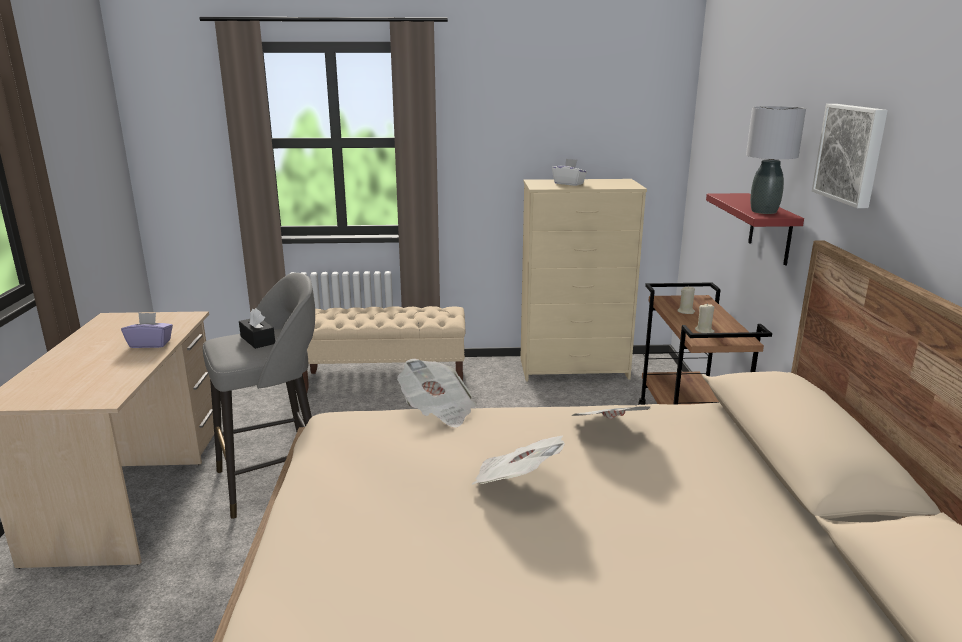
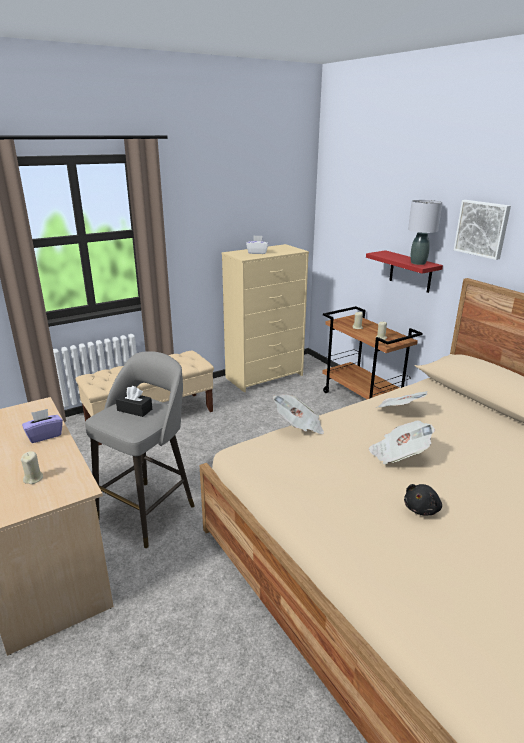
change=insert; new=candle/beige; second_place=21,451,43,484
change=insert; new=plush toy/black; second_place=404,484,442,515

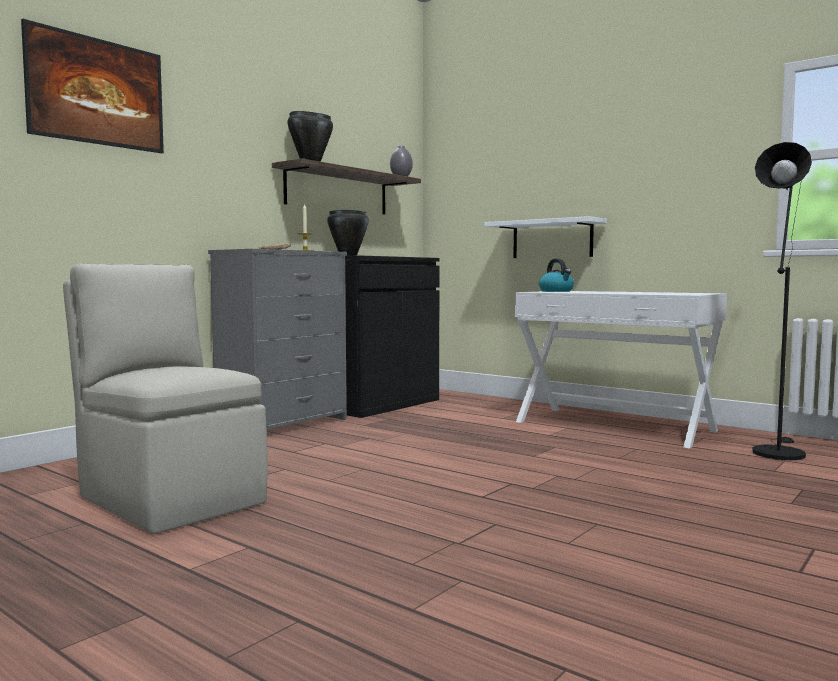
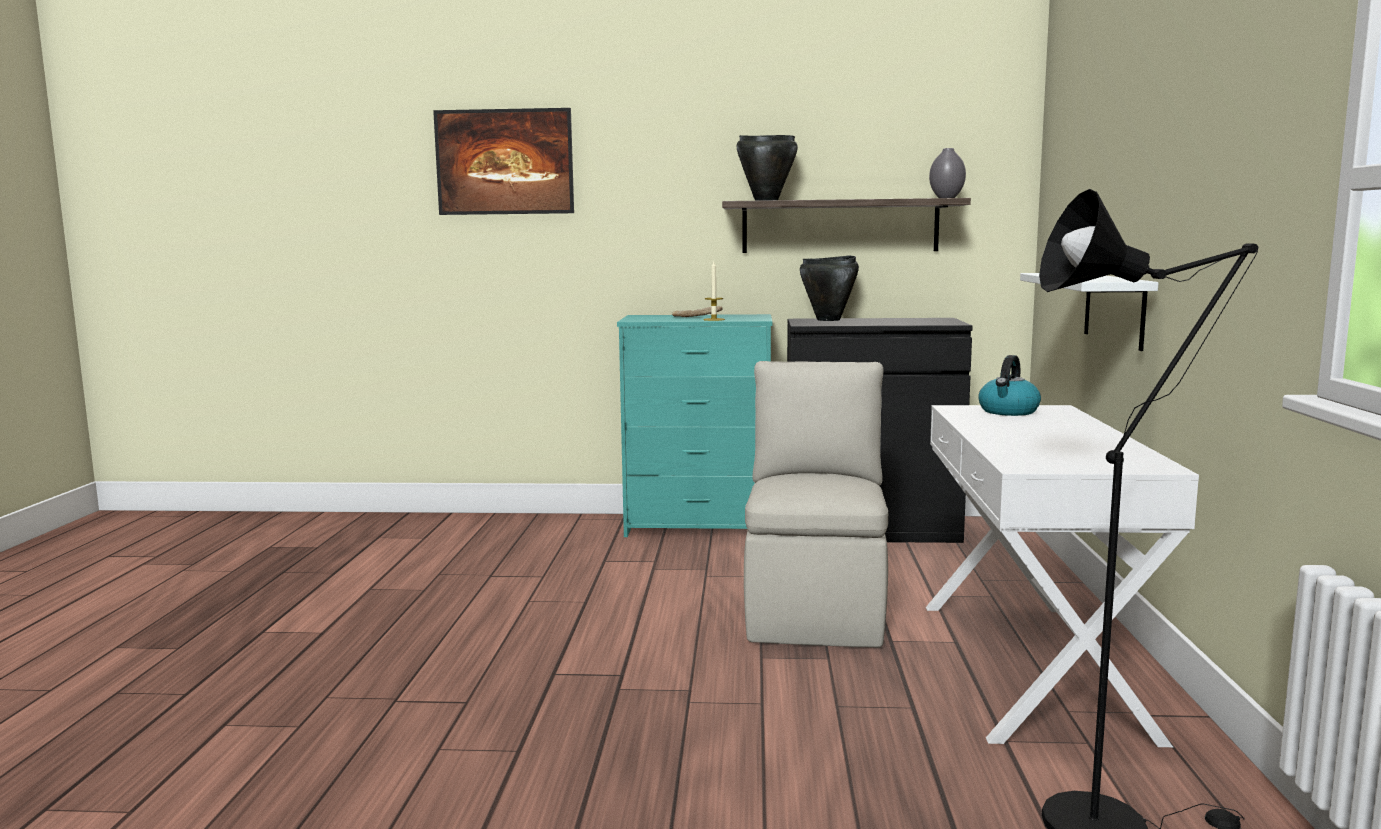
change=recolor; old=dresser/grey; new=dresser/turquoise; first_place=208,249,347,429; second_place=617,314,772,537
change=move; old=chair/beige; first_place=63,263,268,534; second_place=744,361,888,648

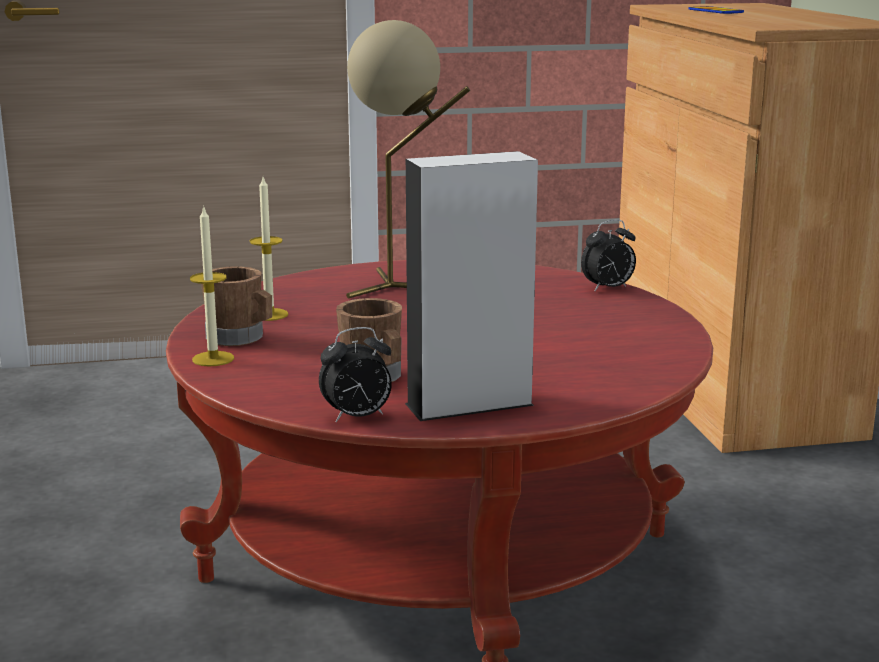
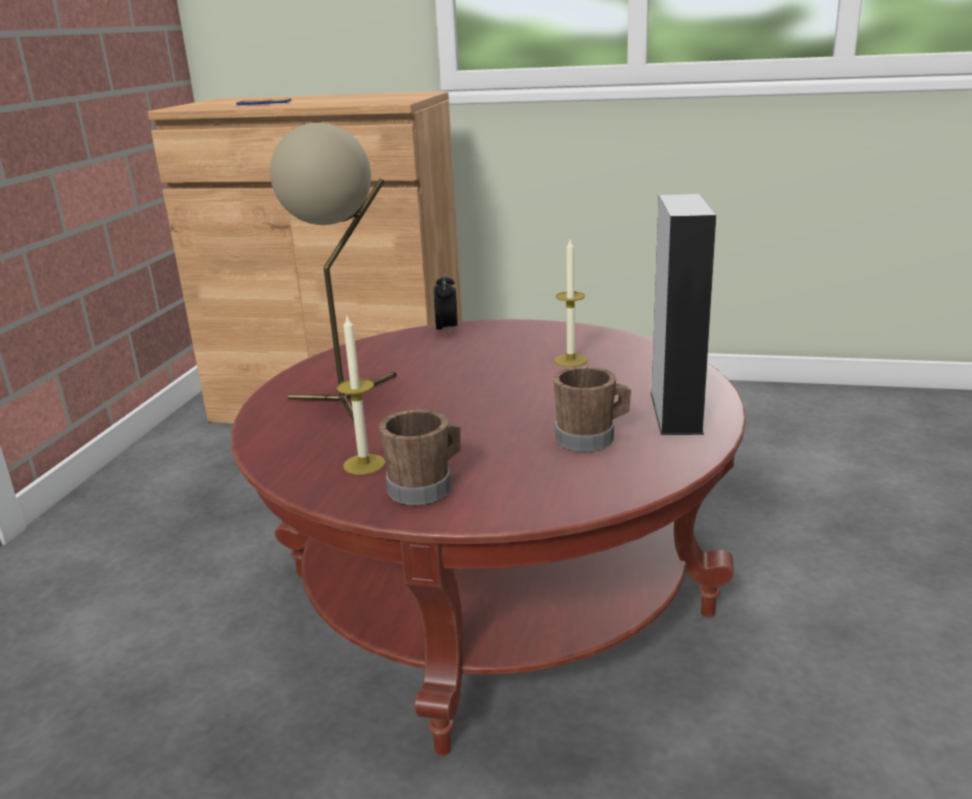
change=move; old=candle; first_place=190,205,234,366; second_place=554,240,587,367
change=delete; old=alarm clock; first_place=319,327,392,422

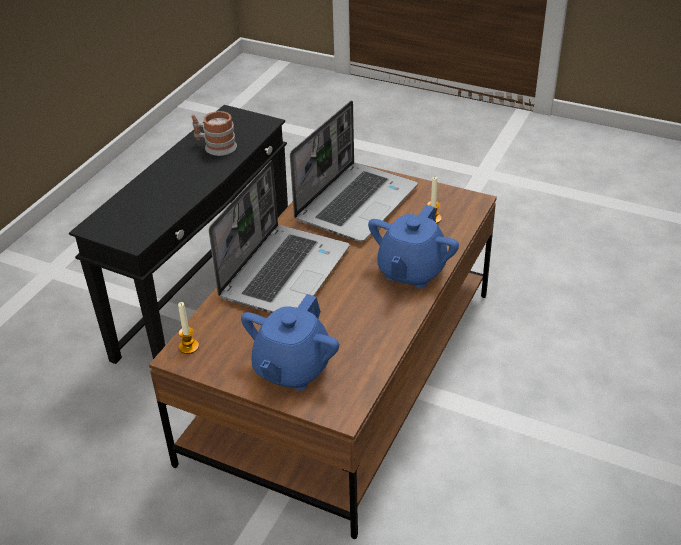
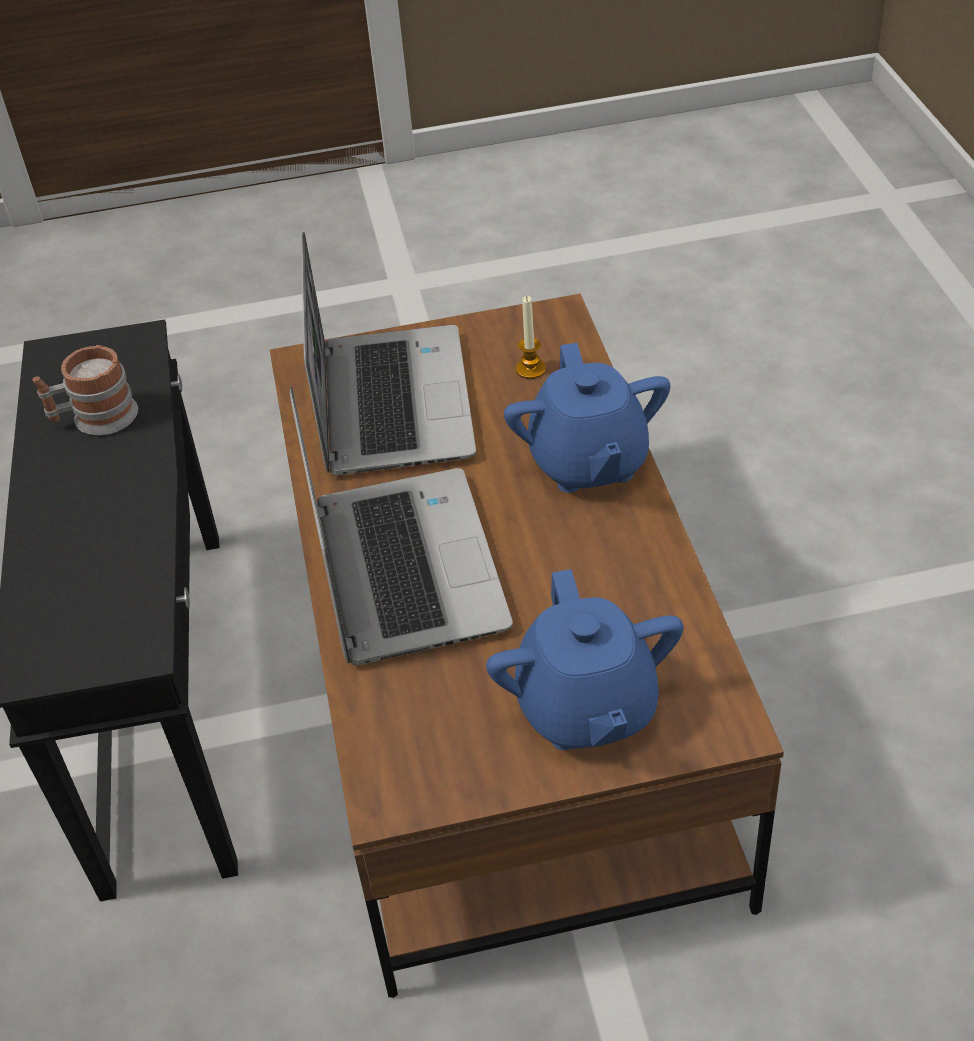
change=delete; old=candle; first_place=178,302,199,354

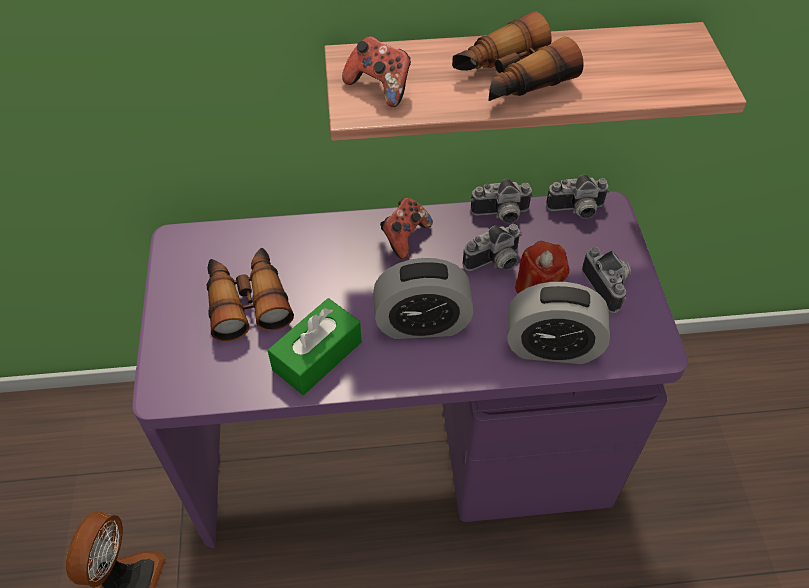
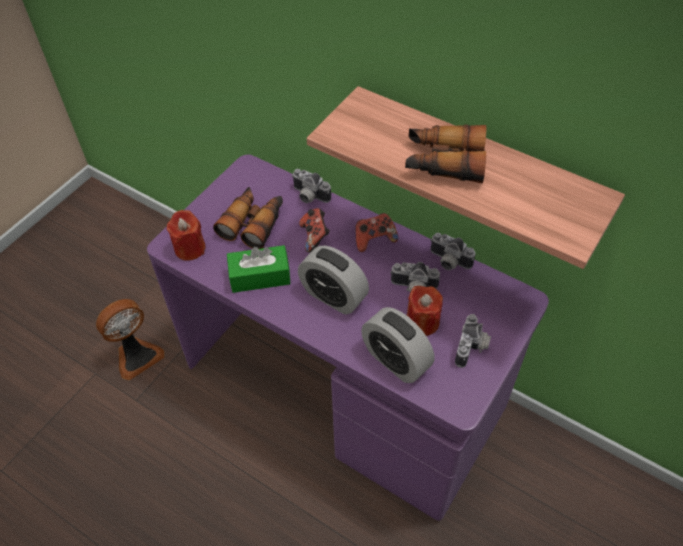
change=insert; new=candle/red; second_place=167,210,205,261
change=move; old=photo camera; first_place=546,174,610,219; second_place=292,169,331,203
change=move; old=game controller; first_place=342,36,411,107; second_place=299,208,330,253

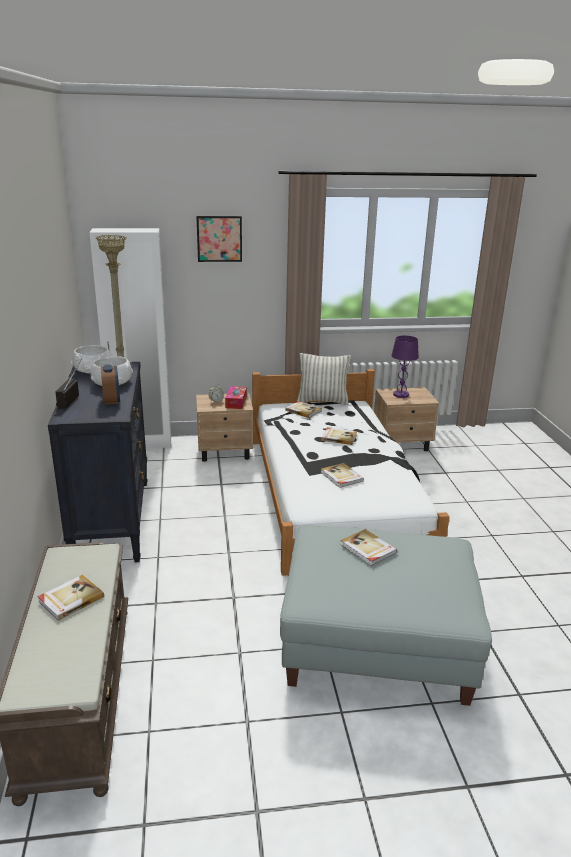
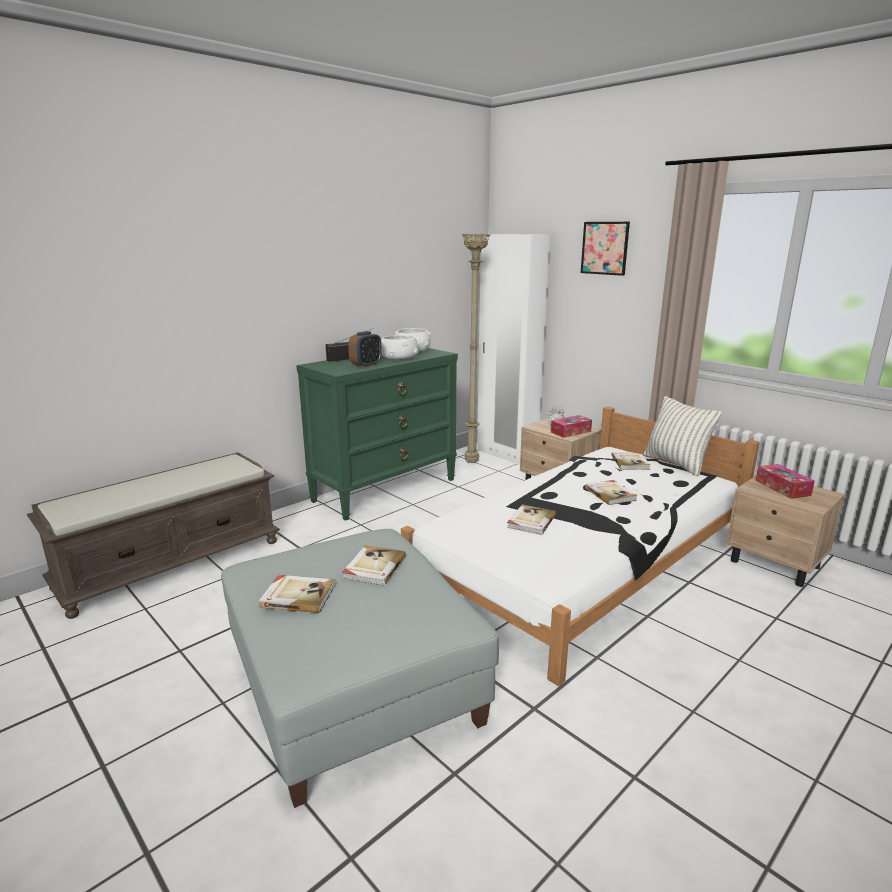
change=move; old=book; first_place=37,575,104,621; second_place=258,575,335,613
change=recolor; old=dresser/black; new=dresser/green; first_place=48,362,148,562; second_place=296,348,458,521
change=replace; old=table lamp/purple; new=tissue box; first_place=391,336,419,398; second_place=756,464,815,499

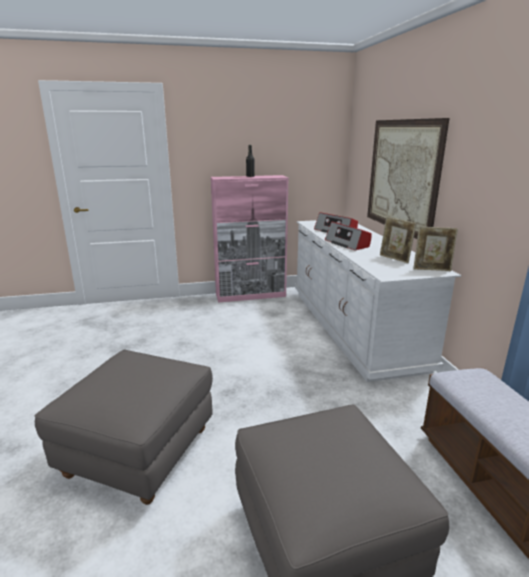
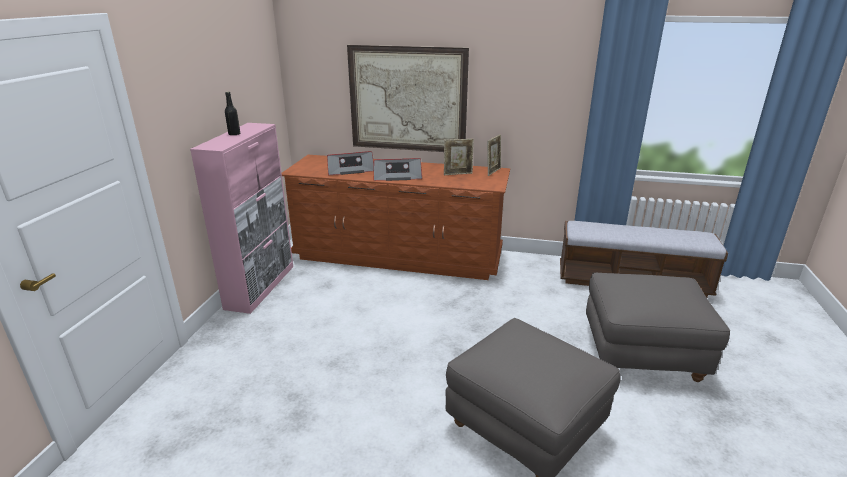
change=recolor; old=dresser/white; new=dresser/brown; first_place=295,220,461,382; second_place=282,155,510,280

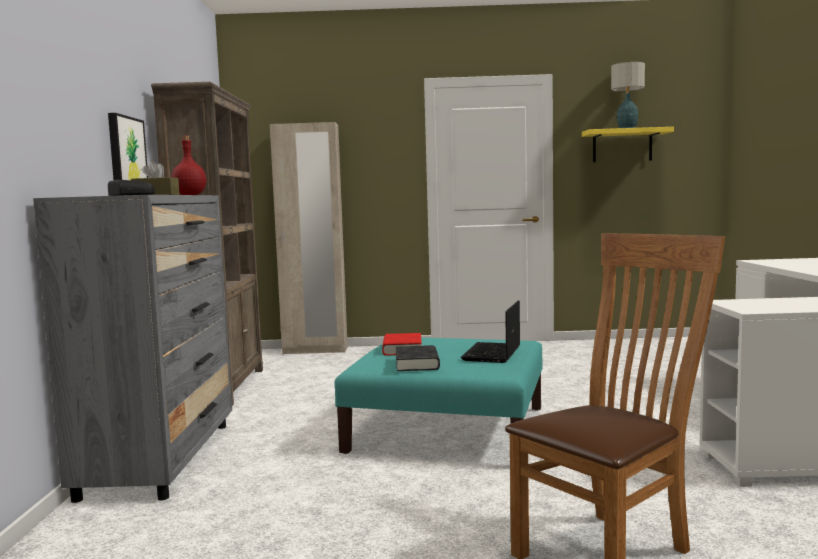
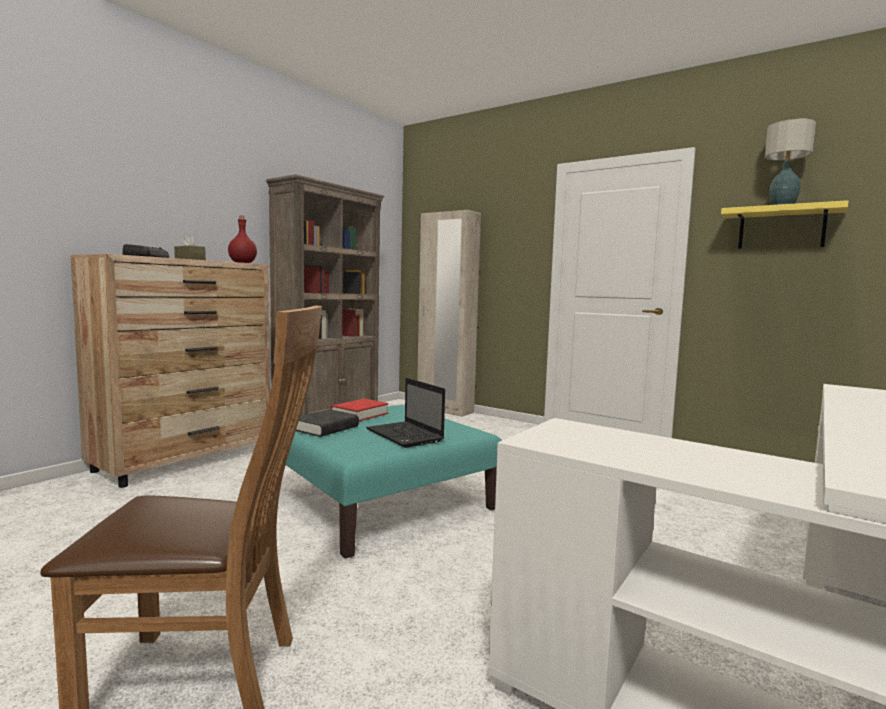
change=recolor; old=dresser/grey; new=dresser/brown; first_place=33,195,232,503; second_place=70,254,270,488
change=rotate; old=laptop; first_place=461,300,520,363; second_place=366,378,445,448; degrees=-90
change=delete; old=picture; first_place=108,113,148,180

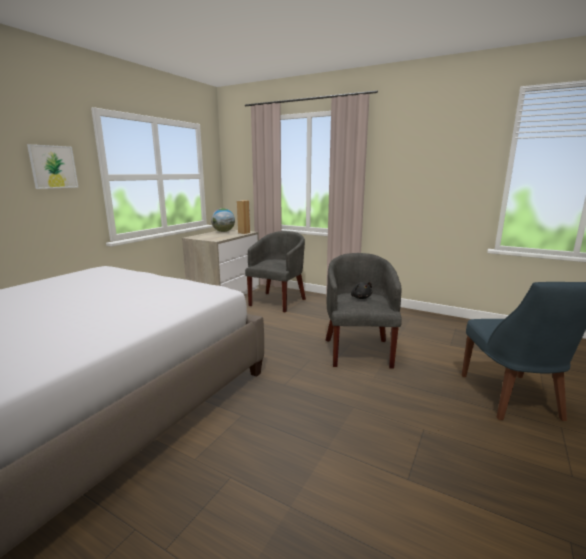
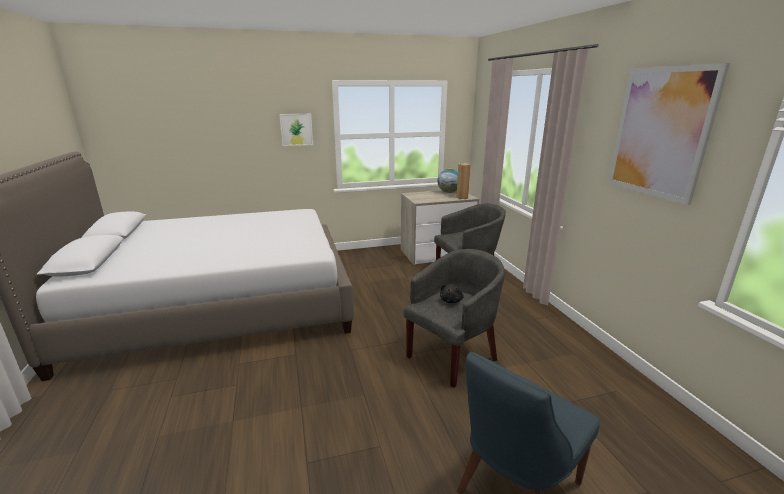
change=insert; new=picture; second_place=608,63,730,205

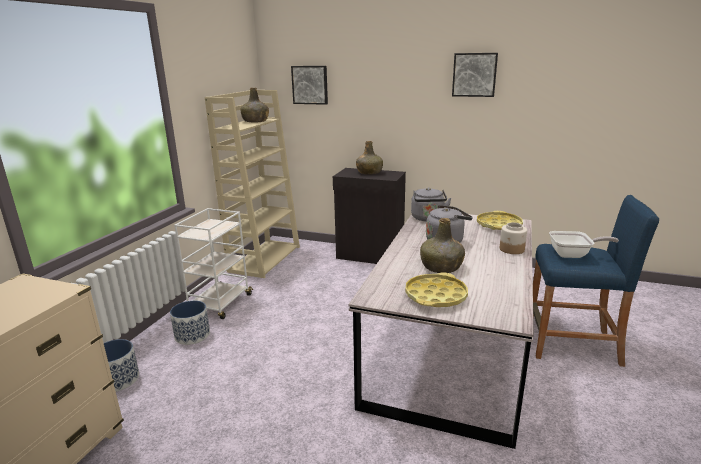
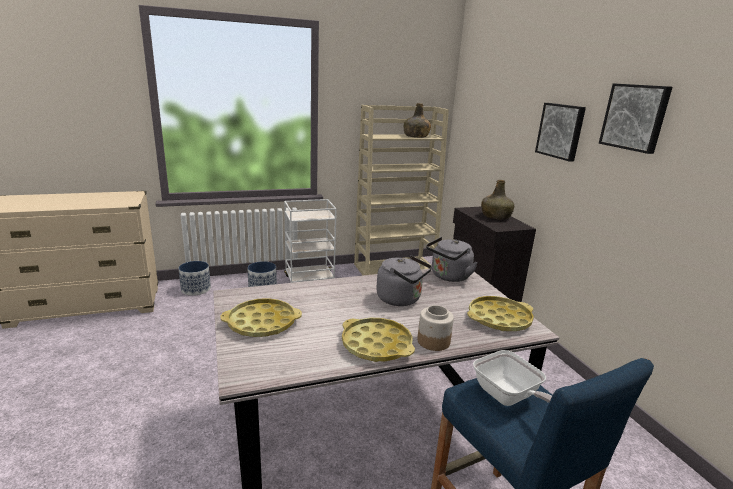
change=insert; new=tray/yellow; second_place=342,318,415,362
change=move; old=picture; first_place=291,66,328,105; second_place=535,103,586,161
change=delete; old=bottle/green; first_place=420,218,465,273

